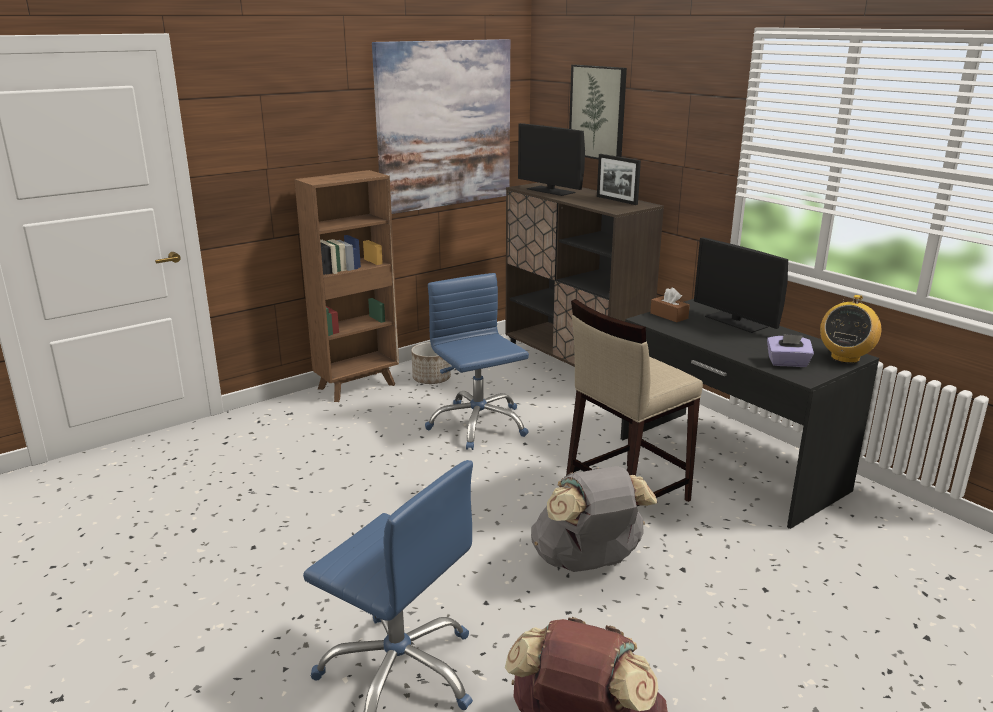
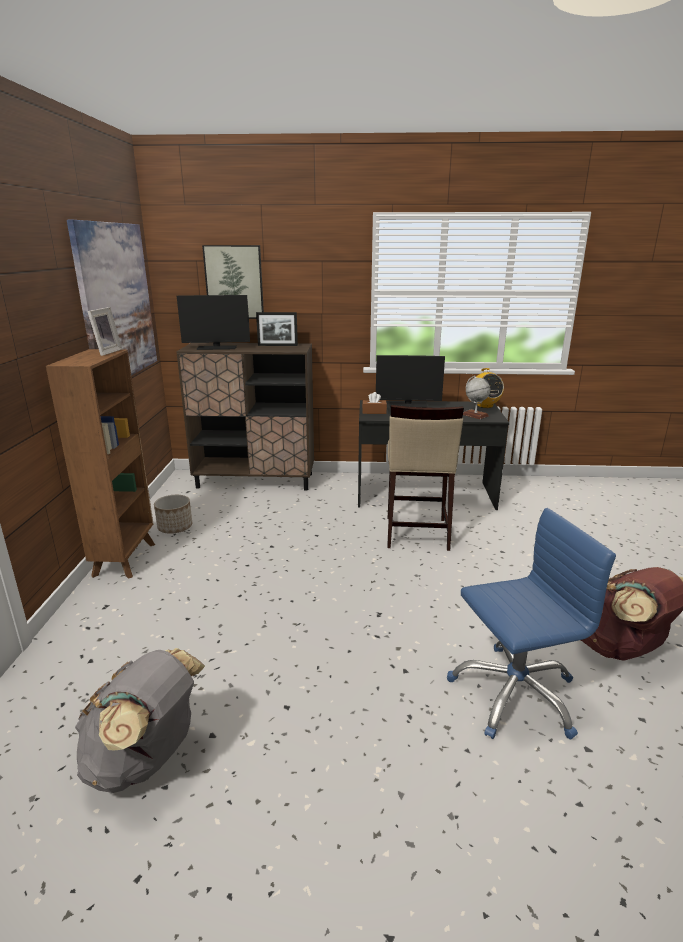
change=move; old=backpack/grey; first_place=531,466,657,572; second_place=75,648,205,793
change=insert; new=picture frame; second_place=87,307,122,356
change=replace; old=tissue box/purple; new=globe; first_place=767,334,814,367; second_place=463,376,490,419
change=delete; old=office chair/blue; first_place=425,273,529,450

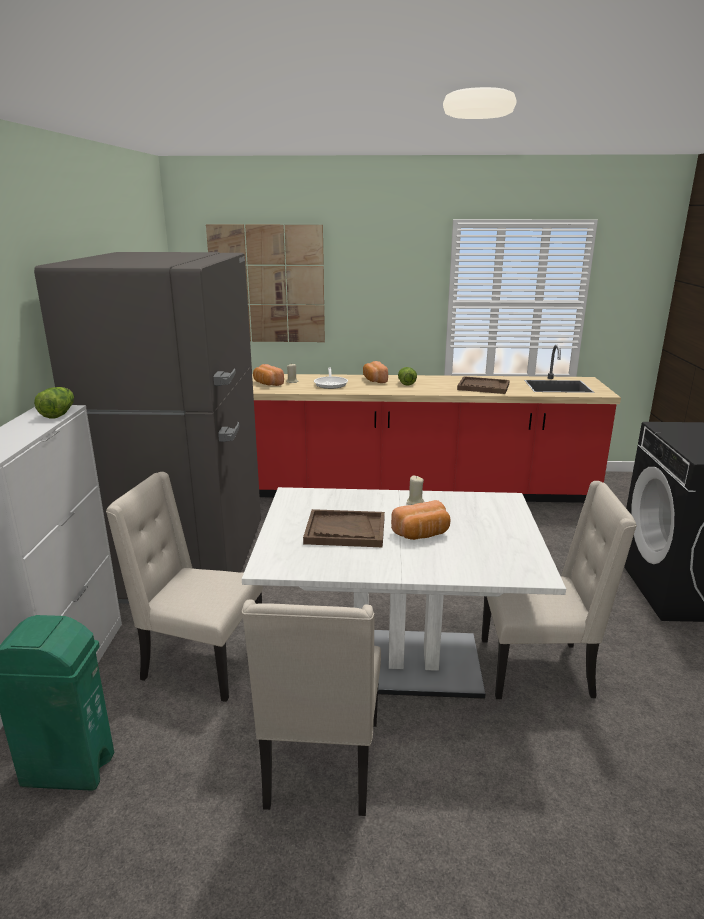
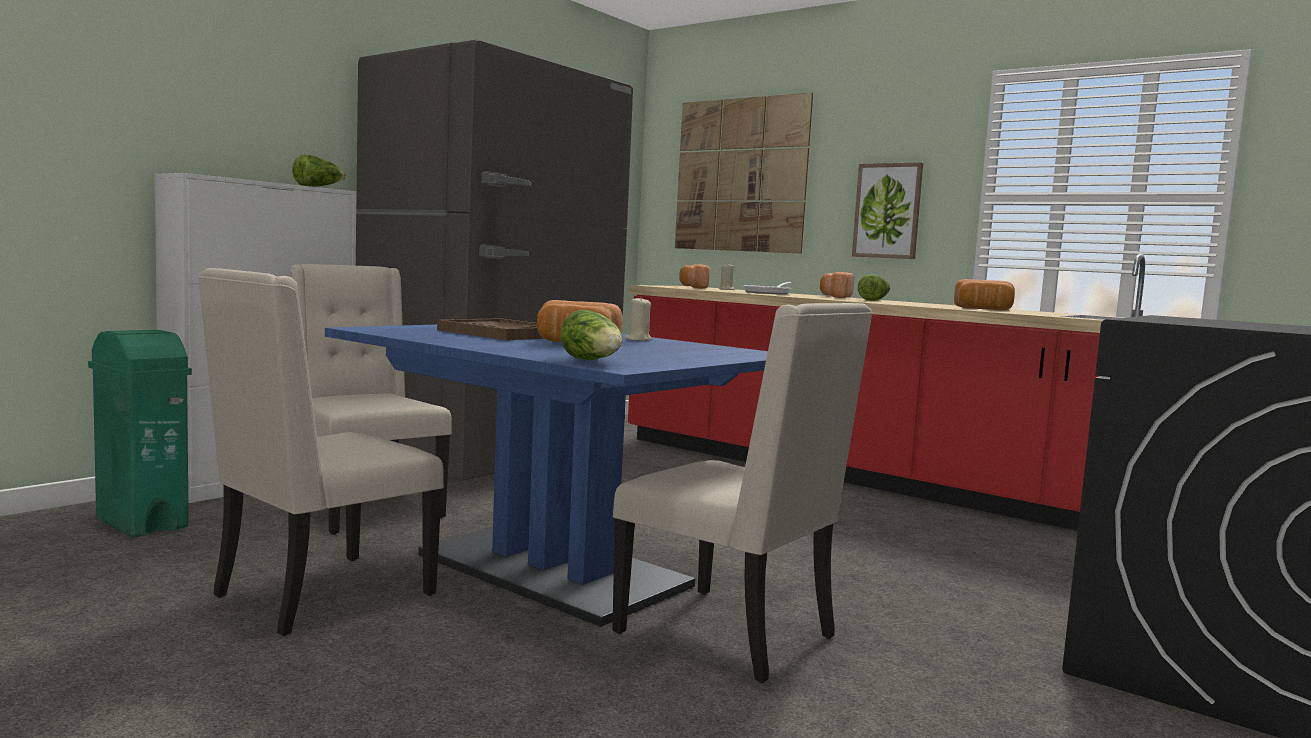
change=recolor; old=dining table/white; new=dining table/blue; first_place=242,487,566,699; second_place=325,324,768,627
change=insert; new=lettuce; second_place=560,310,622,360
change=insert; new=picture; second_place=852,162,923,259
change=replace; old=tray/brown; new=bread; first_place=457,376,510,394; second_place=954,279,1015,310

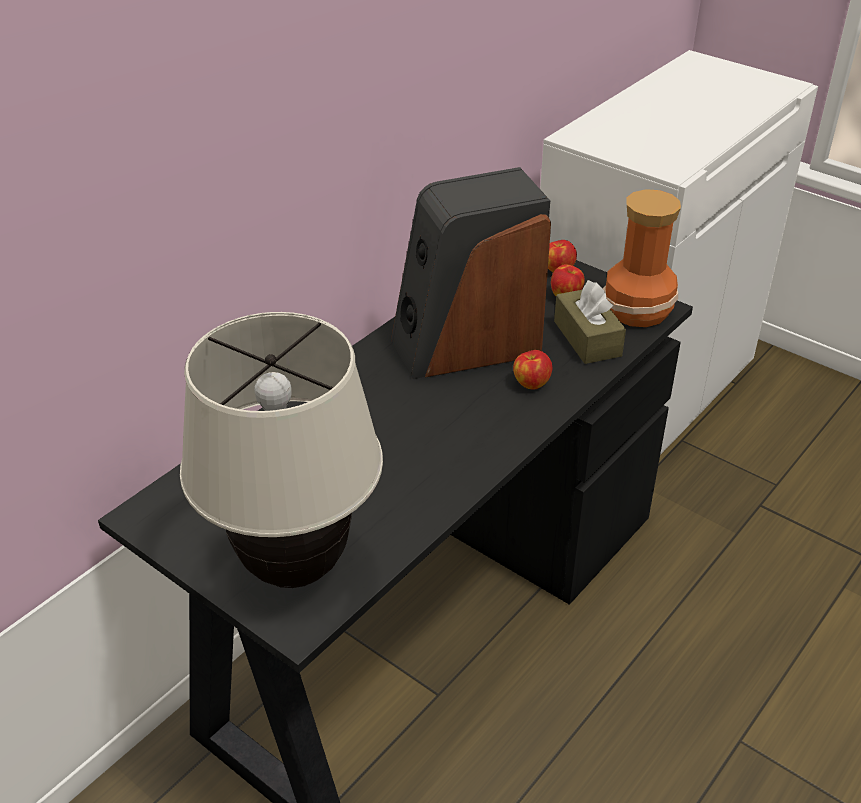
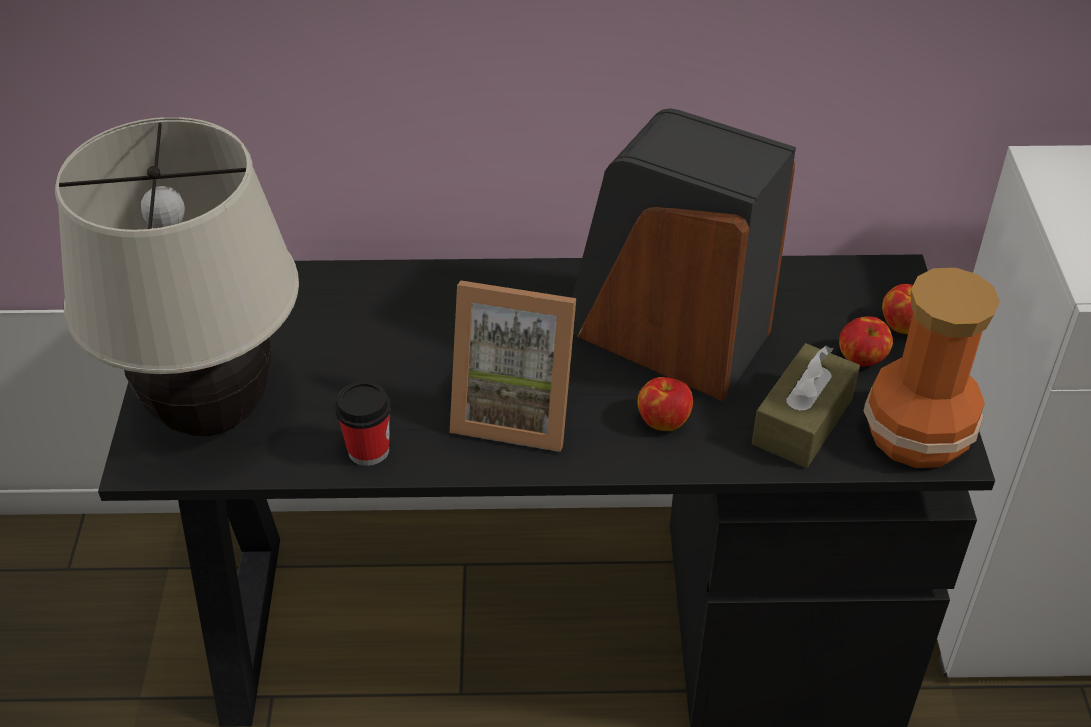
change=insert; new=cup; second_place=335,381,391,466
change=insert; new=picture frame; second_place=450,281,576,452

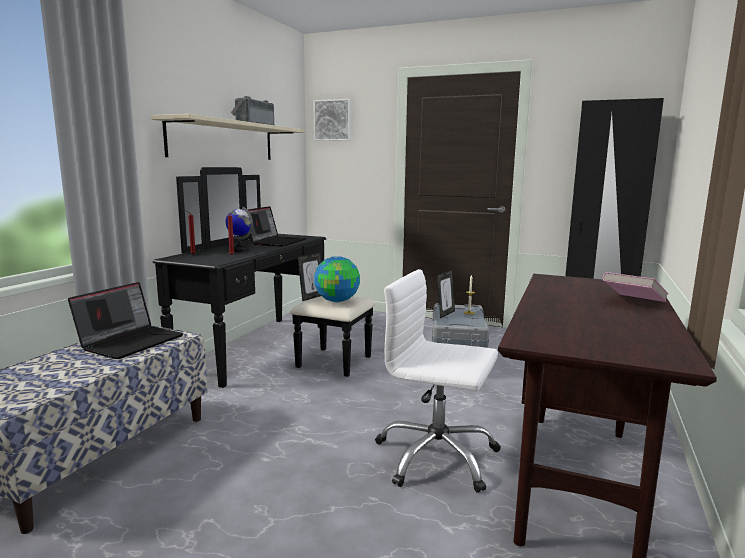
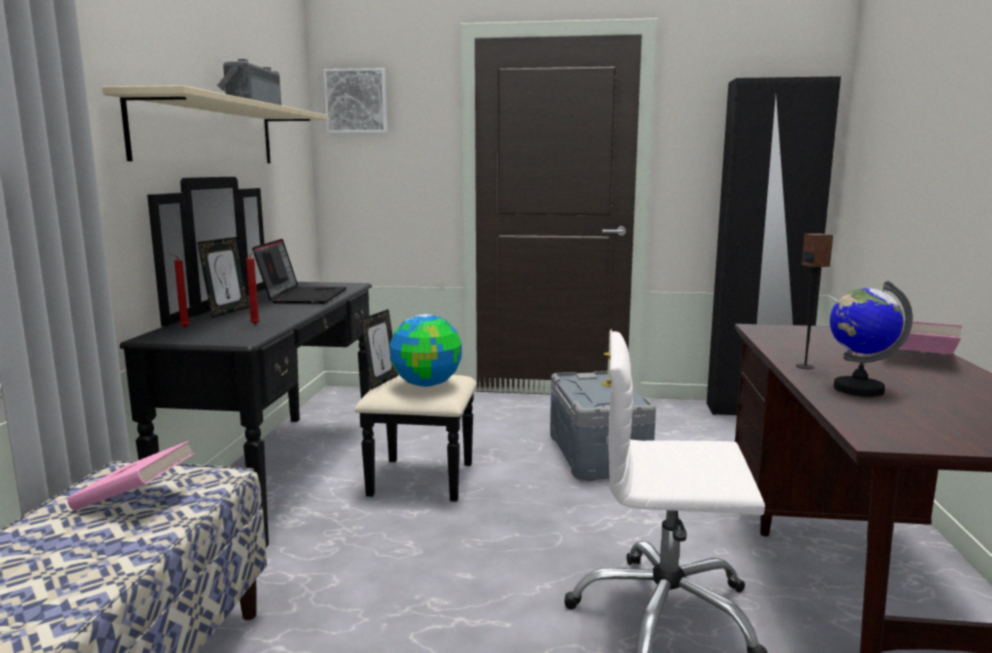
change=replace; old=laptop; new=book/pink; first_place=68,282,184,359; second_place=67,441,195,511
change=move; old=picture frame; first_place=437,270,455,319; second_place=197,237,249,318
change=insert; new=speaker; second_place=796,233,833,369
change=move; old=globe; first_place=225,206,253,252; second_place=830,281,913,397

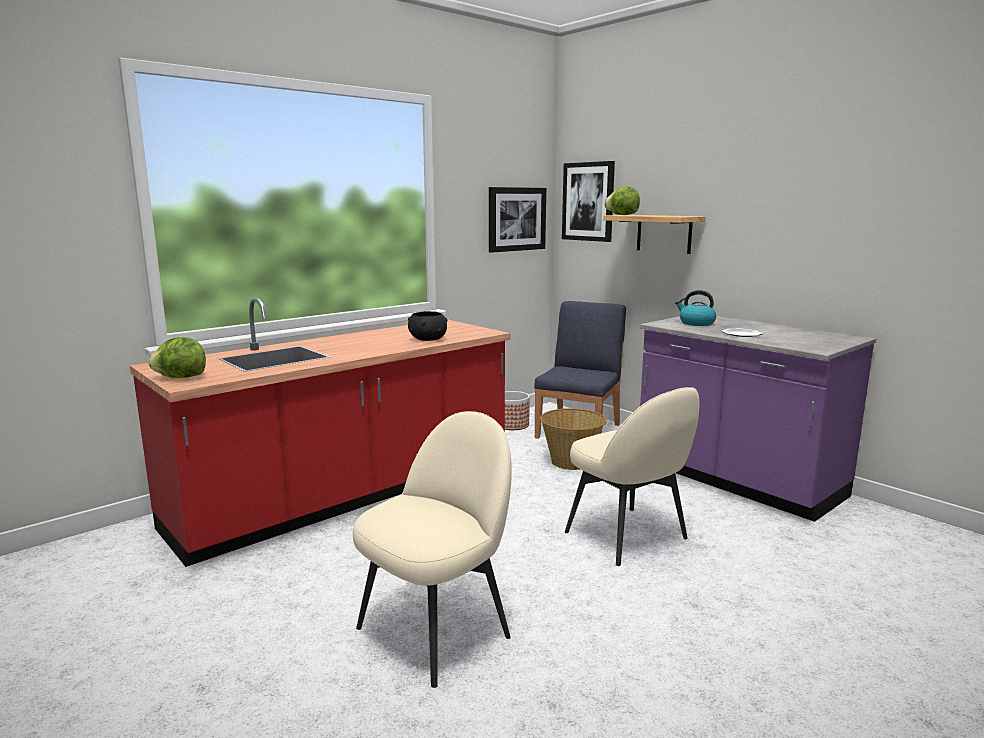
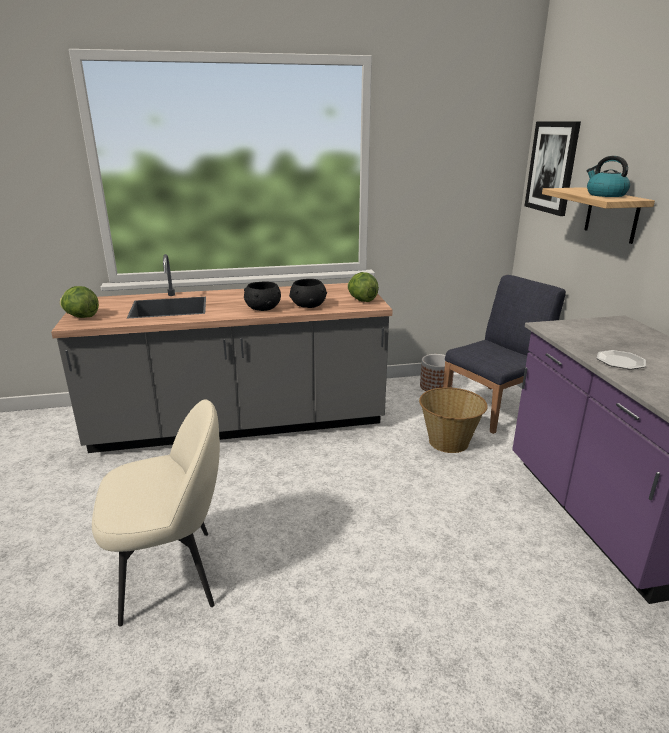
change=recolor; old=counter/red; new=counter/grey; first_place=130,298,511,567; second_place=51,254,393,453
change=insert; new=bowl/black; second_place=244,281,281,311
change=move; old=lettuce; first_place=605,186,640,215; second_place=348,272,379,302
change=move; old=kettle; first_place=675,290,716,326; second_place=587,156,630,197
change=delete; old=picture; first_place=489,187,546,253
change=delete; old=chair/beige; first_place=565,387,699,566

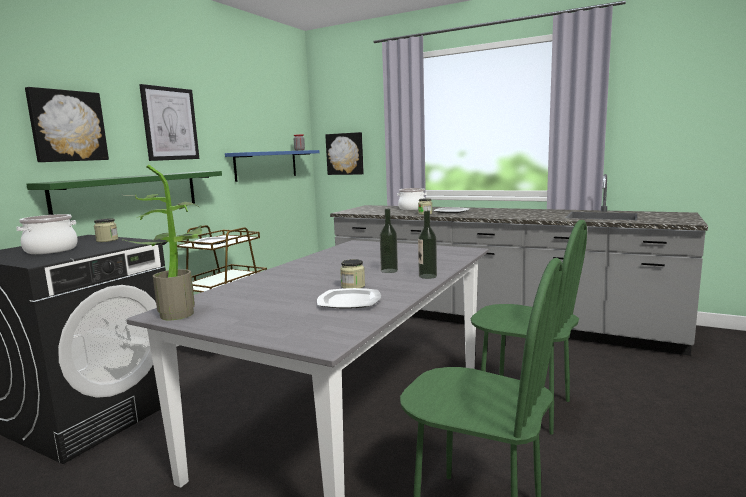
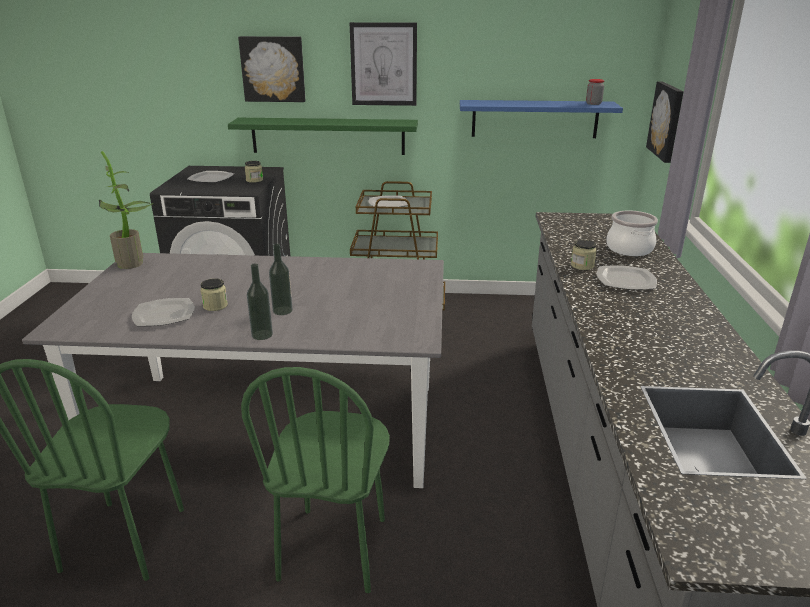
change=replace; old=cooking pot; new=plate; first_place=16,214,78,254; second_place=187,171,234,183

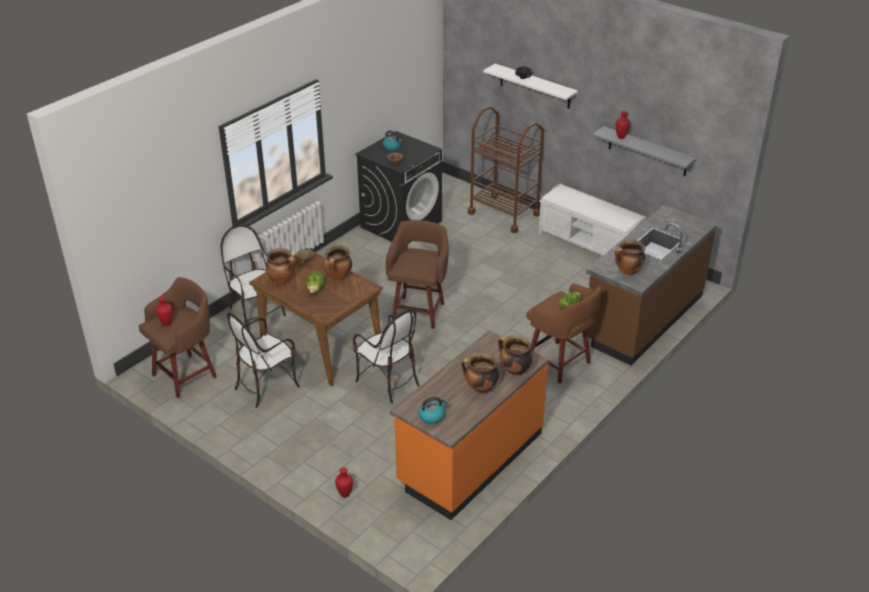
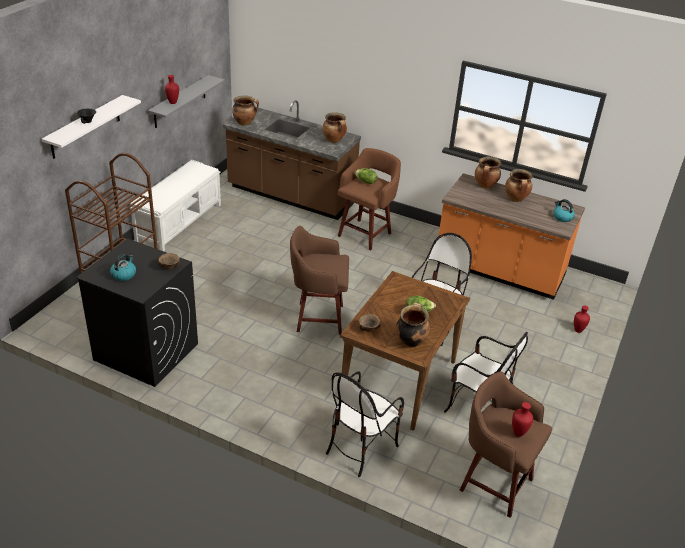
change=move; old=cooking pot; first_place=323,246,352,281; second_place=232,96,259,126

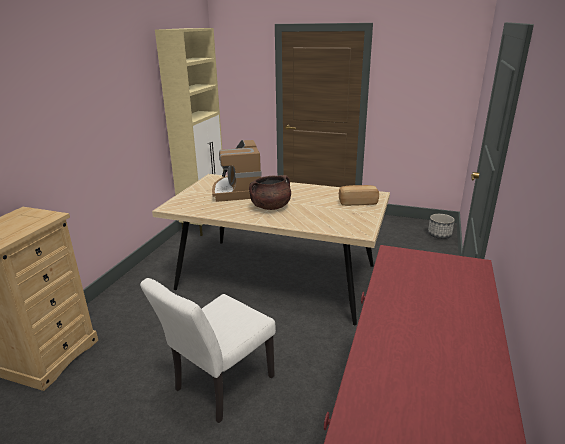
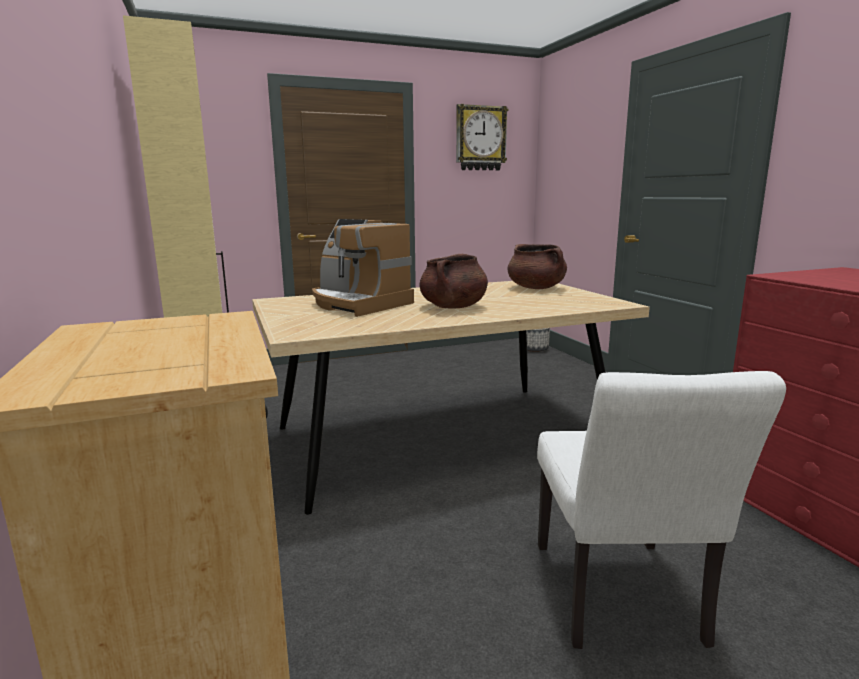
change=insert; new=wall clock; second_place=456,104,508,170
change=replace; old=bread; new=cooking pot/brown; first_place=339,185,379,206; second_place=508,244,567,289

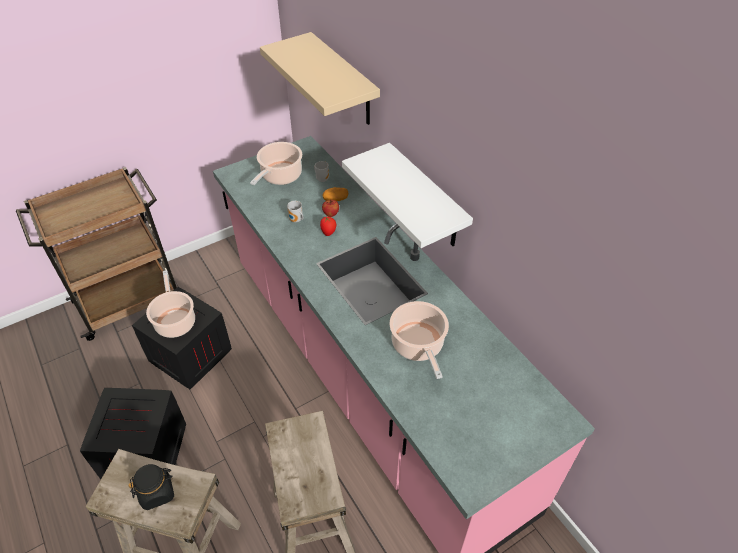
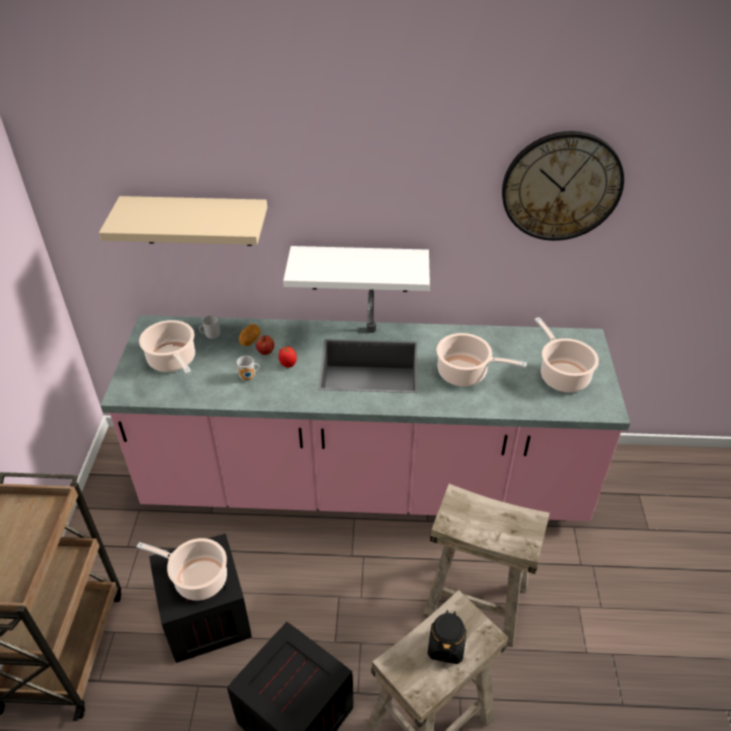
change=insert; new=wall clock; second_place=502,131,624,241
change=insert; new=cooking pot; second_place=535,317,599,392

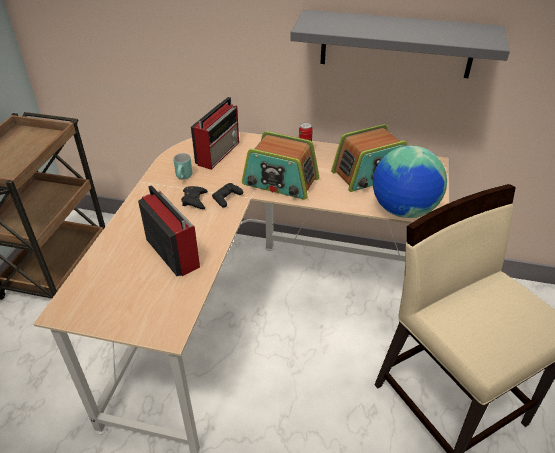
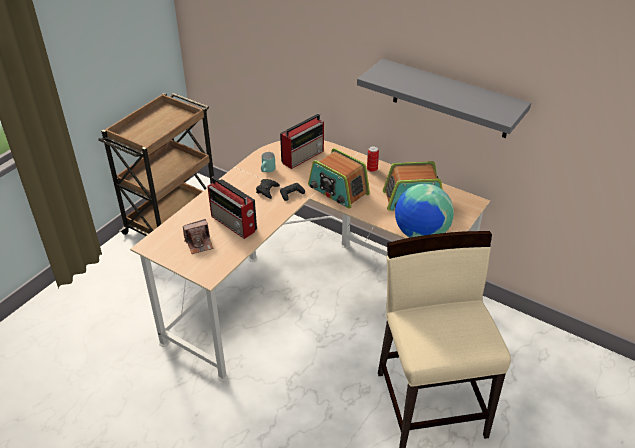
change=insert; new=photo camera; second_place=183,219,214,254
change=rotate; old=radio; first_place=138,185,200,276; second_place=207,176,257,239; degrees=150

